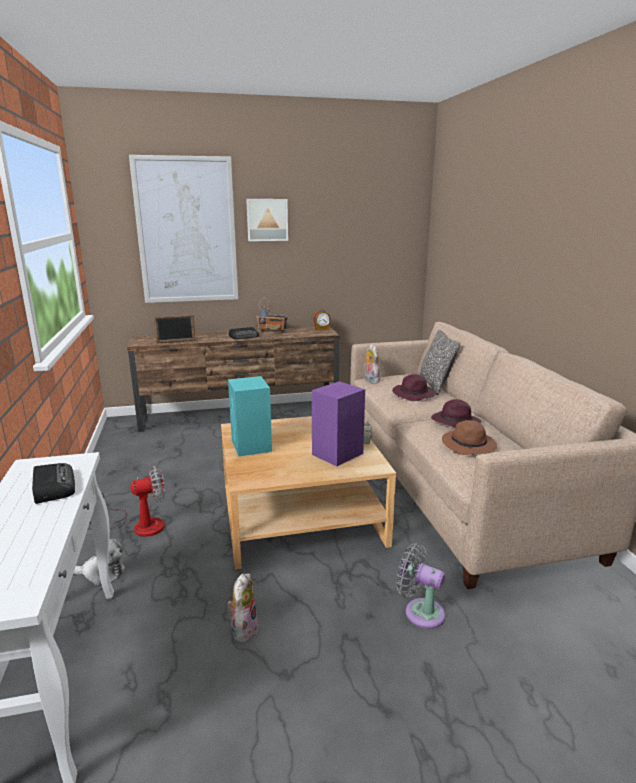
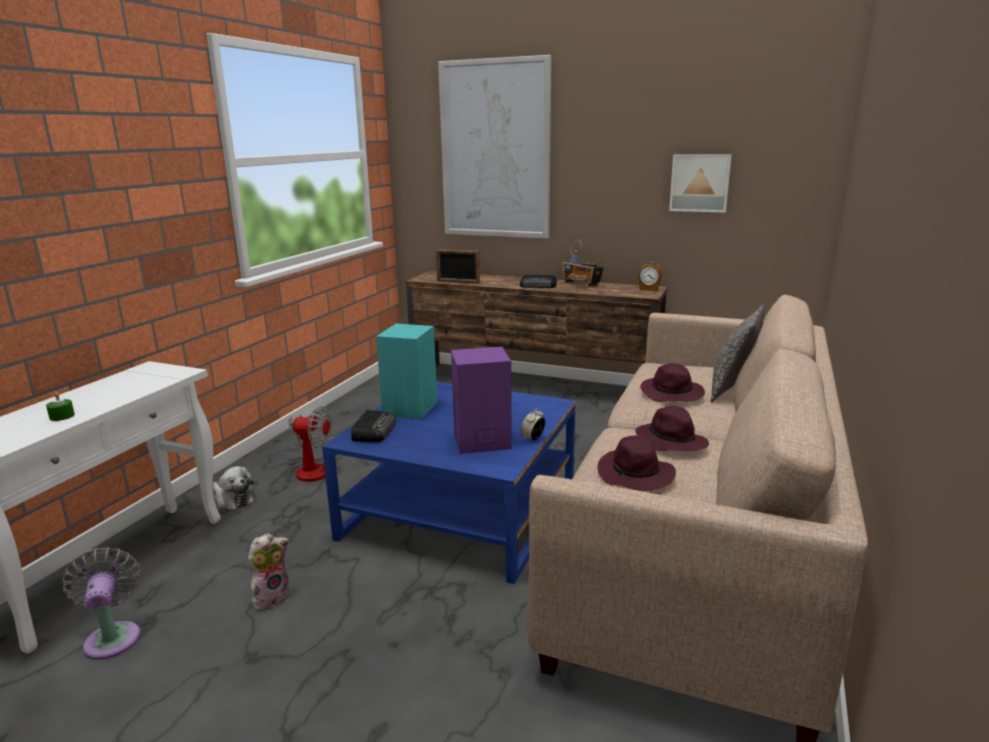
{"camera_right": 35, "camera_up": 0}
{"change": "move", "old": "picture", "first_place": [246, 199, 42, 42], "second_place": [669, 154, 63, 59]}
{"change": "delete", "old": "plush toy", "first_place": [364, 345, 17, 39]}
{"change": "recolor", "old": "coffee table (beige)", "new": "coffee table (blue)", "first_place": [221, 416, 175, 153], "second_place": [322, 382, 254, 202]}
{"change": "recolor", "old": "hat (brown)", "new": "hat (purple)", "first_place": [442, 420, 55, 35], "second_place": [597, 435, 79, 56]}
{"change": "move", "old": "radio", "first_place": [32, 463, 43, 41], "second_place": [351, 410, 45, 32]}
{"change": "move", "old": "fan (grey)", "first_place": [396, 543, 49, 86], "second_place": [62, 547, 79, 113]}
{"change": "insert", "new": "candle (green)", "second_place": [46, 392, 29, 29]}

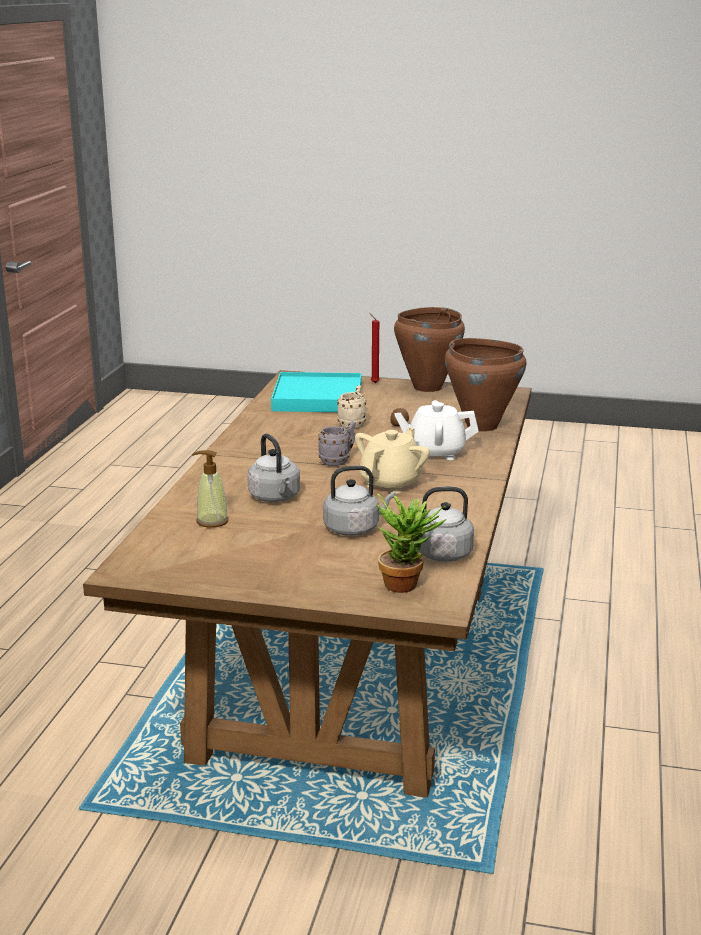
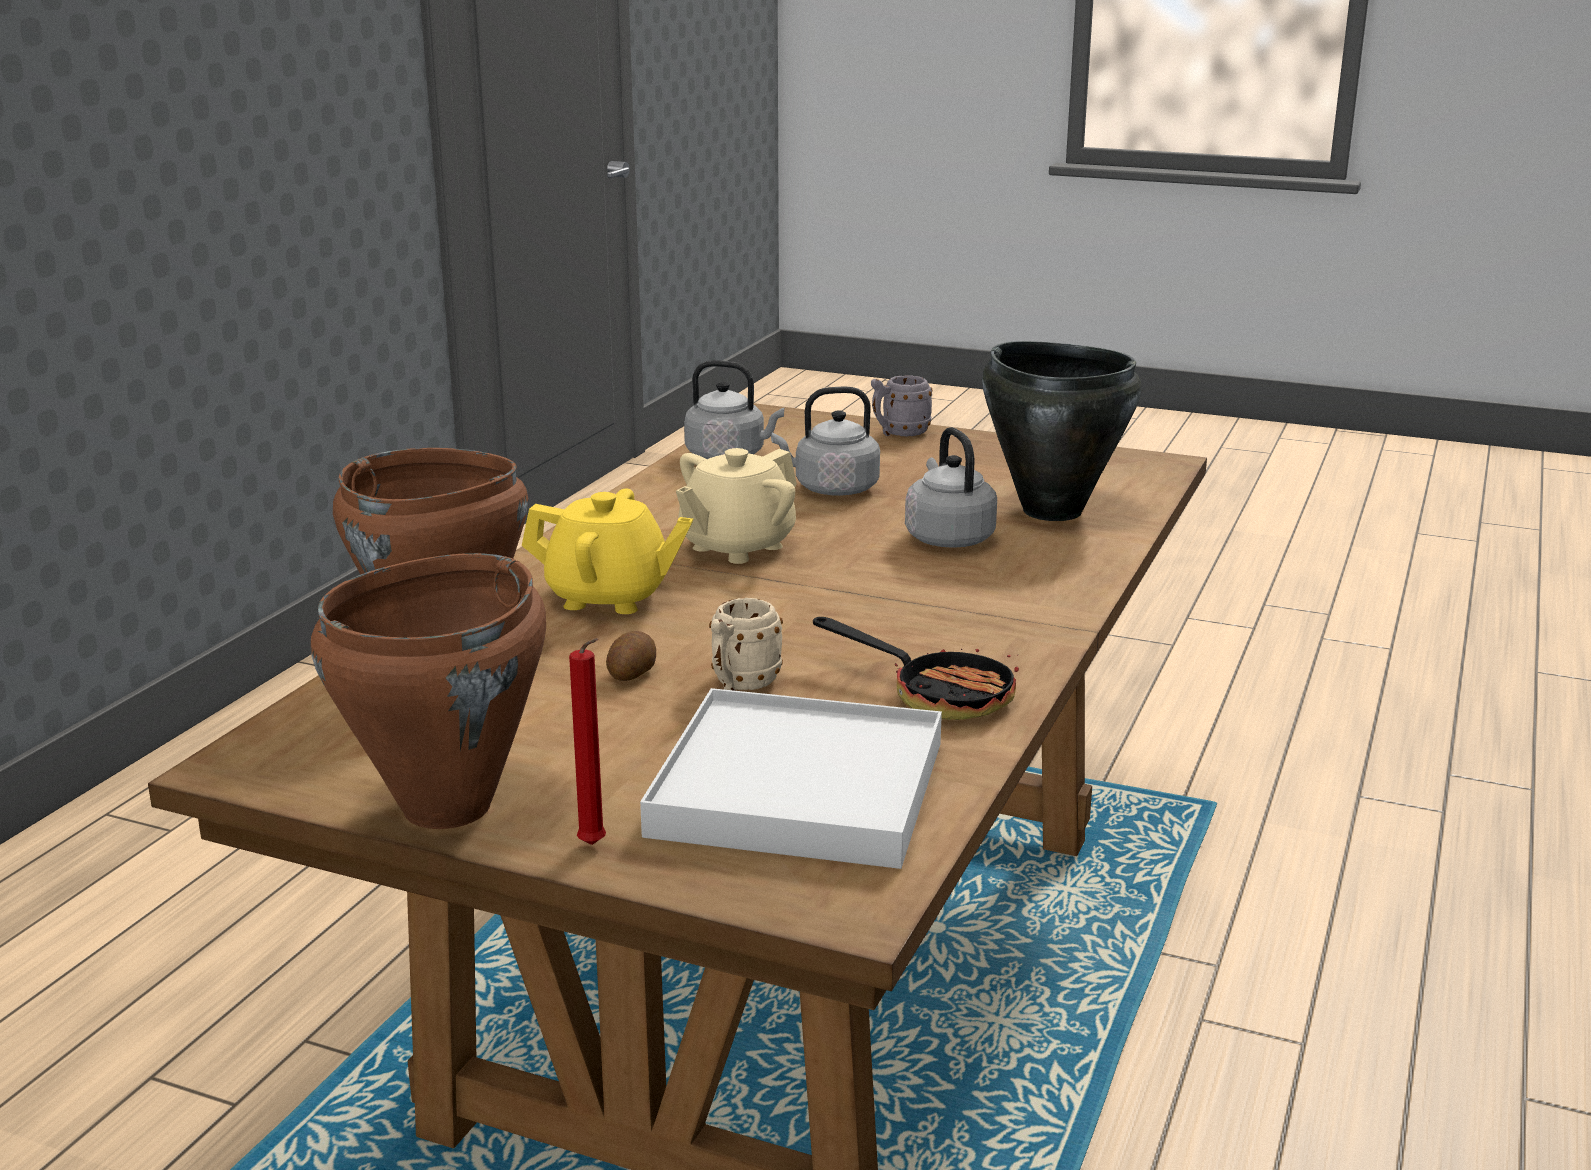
{"camera_right": -170, "camera_up": 0}
{"change": "recolor", "old": "tray (turquoise)", "new": "tray (white)", "first_place": [271, 372, 90, 40], "second_place": [640, 688, 302, 181]}
{"change": "recolor", "old": "teapot (white)", "new": "teapot (yellow)", "first_place": [394, 400, 85, 60], "second_place": [522, 488, 171, 126]}
{"change": "move", "old": "mug (grey)", "first_place": [318, 421, 38, 45], "second_place": [871, 375, 62, 61]}
{"change": "replace", "old": "soap dispenser", "new": "cooking pot (black)", "first_place": [192, 450, 36, 78], "second_place": [982, 341, 159, 180]}
{"change": "delete", "old": "potted plant", "first_place": [376, 494, 71, 99]}
{"change": "insert", "new": "frying pan", "second_place": [813, 617, 206, 103]}

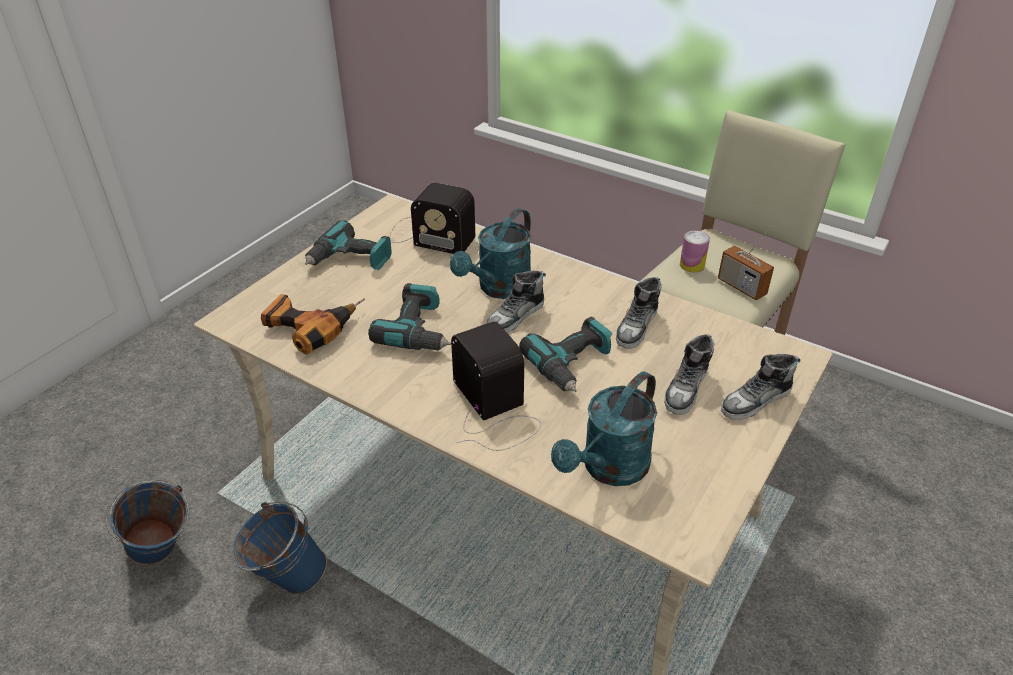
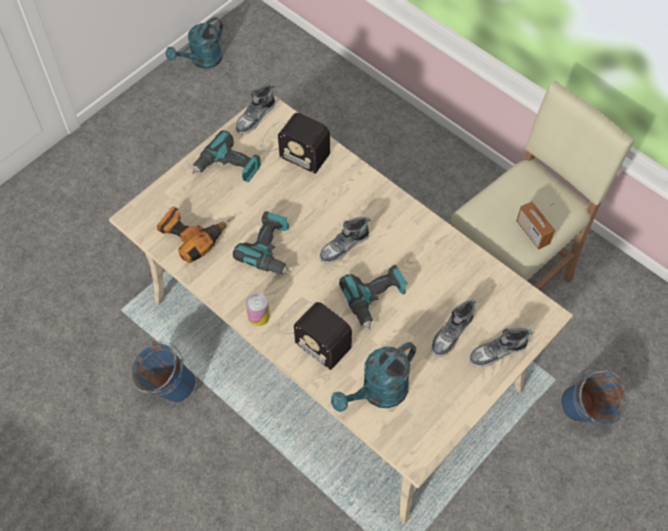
{"camera_right": 10, "camera_up": 20}
{"change": "move", "old": "watering can (turquoise)", "first_place": [450, 208, 81, 91], "second_place": [166, 17, 57, 52]}
{"change": "move", "old": "can", "first_place": [680, 231, 30, 42], "second_place": [246, 293, 24, 33]}
{"change": "move", "old": "shoe", "first_place": [616, 277, 46, 72], "second_place": [236, 84, 39, 51]}
{"change": "rotate", "old": "radio", "first_place": [451, 321, 90, 130], "second_place": [277, 299, 75, 71], "degrees": 150}
{"change": "move", "old": "bucket (blue)", "first_place": [105, 479, 84, 86], "second_place": [560, 369, 67, 56]}

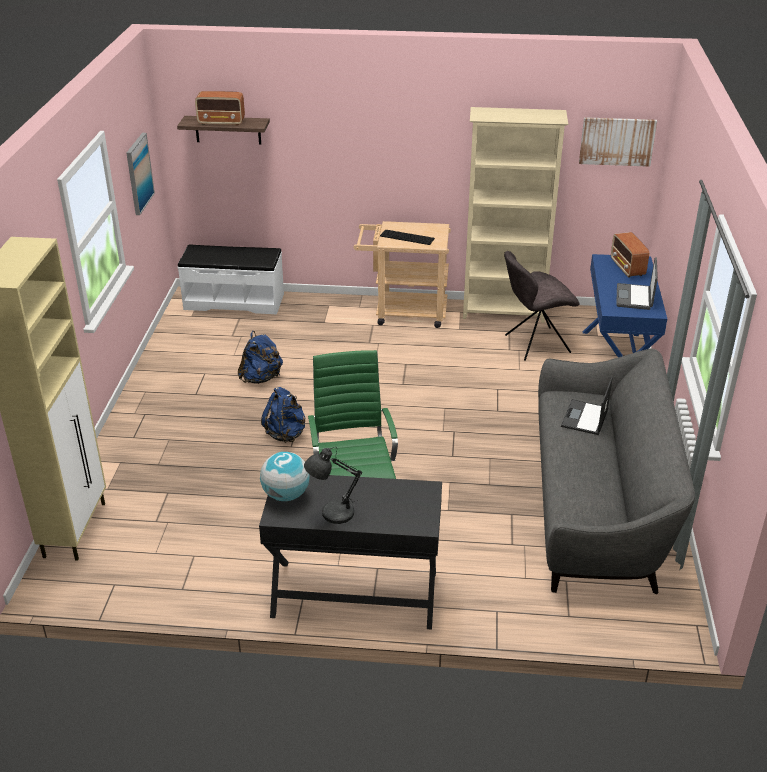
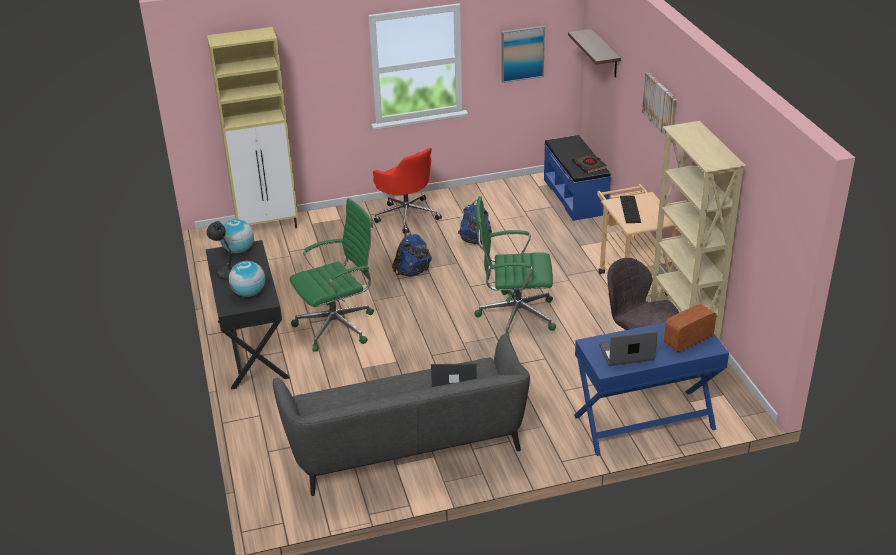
{"camera_right": 70, "camera_up": 0}
{"change": "delete", "old": "radio", "first_place": [195, 91, 50, 34]}
{"change": "move", "old": "picture", "first_place": [579, 117, 78, 50], "second_place": [642, 72, 35, 69]}
{"change": "recolor", "old": "bench (white)", "new": "bench (blue)", "first_place": [178, 244, 106, 71], "second_place": [544, 135, 67, 86]}
{"change": "insert", "new": "office chair (red)", "second_place": [373, 148, 69, 86]}
{"change": "insert", "new": "book (black)", "second_place": [572, 153, 35, 21]}
{"change": "insert", "new": "office chair (green)", "second_place": [474, 196, 82, 141]}
{"change": "insert", "new": "globe", "second_place": [229, 261, 36, 36]}

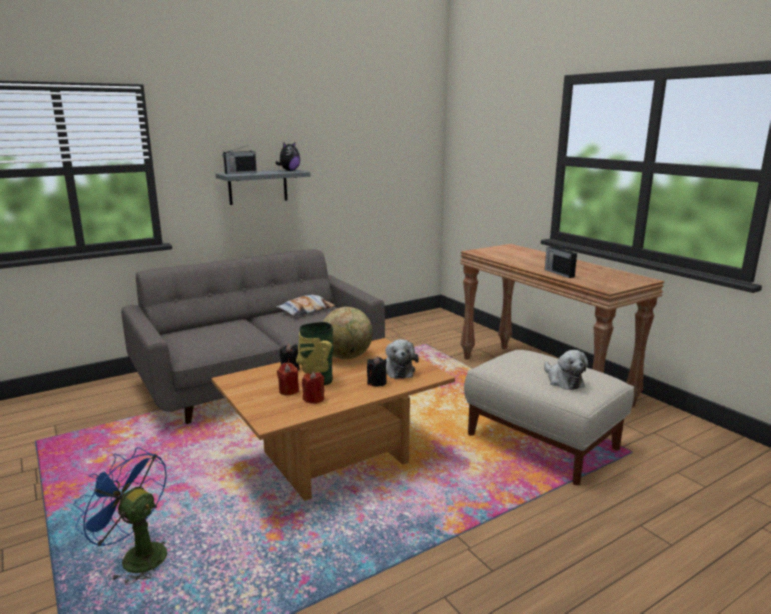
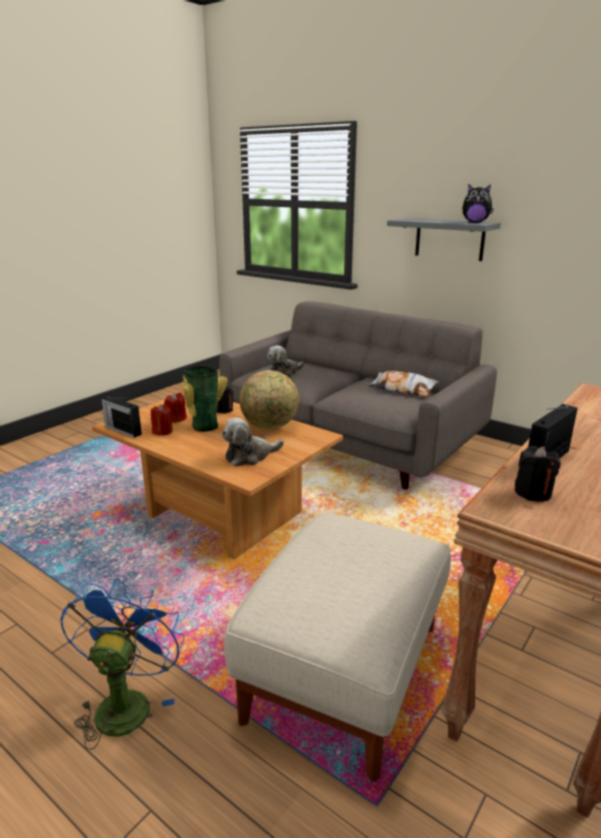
{"camera_right": 70, "camera_up": 5}
{"change": "move", "old": "radio", "first_place": [223, 145, 34, 29], "second_place": [102, 396, 40, 42]}
{"change": "move", "old": "plush toy", "first_place": [544, 350, 44, 40], "second_place": [268, 345, 36, 32]}
{"change": "move", "old": "candle (black)", "first_place": [367, 356, 20, 31], "second_place": [515, 446, 46, 56]}
{"change": "move", "old": "fan (blue)", "first_place": [73, 447, 94, 138], "second_place": [60, 579, 124, 171]}

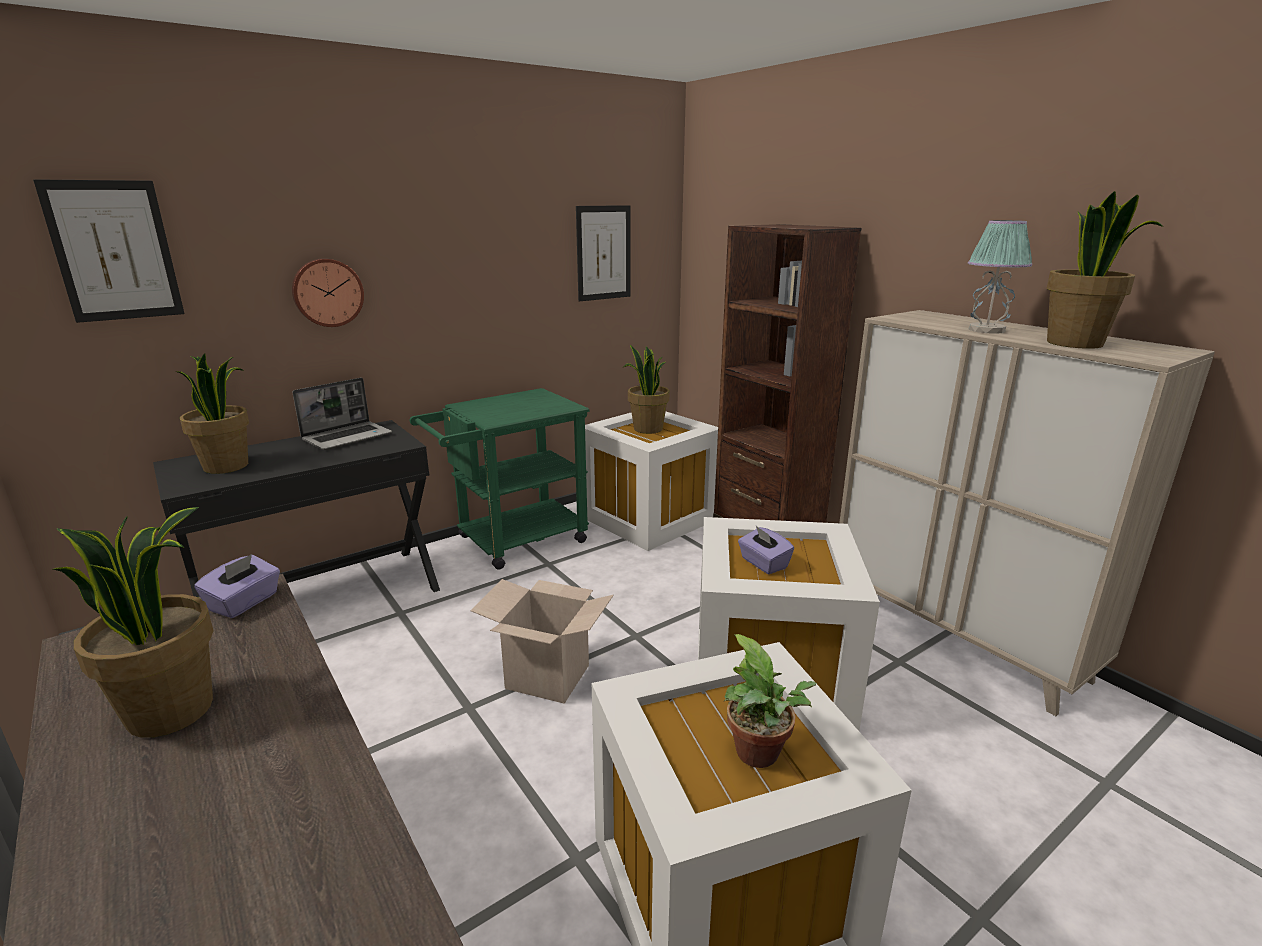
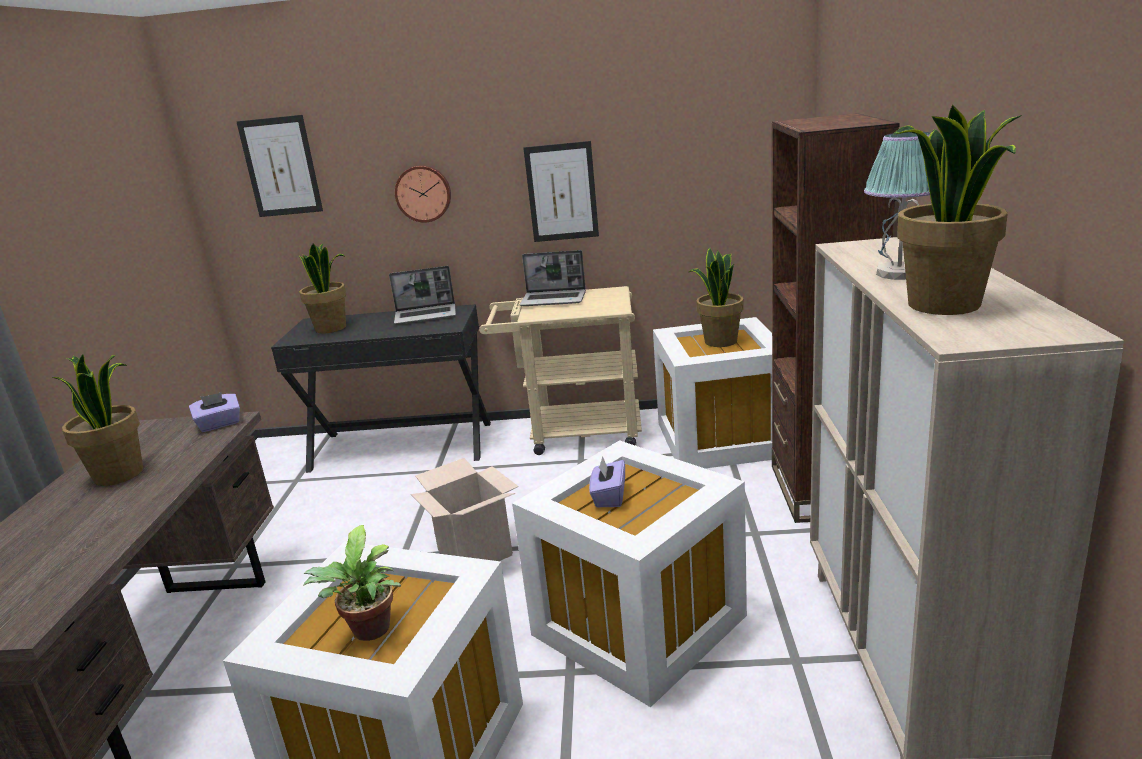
{"camera_right": 40, "camera_up": 0}
{"change": "move", "old": "picture", "first_place": [576, 205, 55, 96], "second_place": [523, 141, 76, 101]}
{"change": "recolor", "old": "cart (green)", "new": "cart (beige)", "first_place": [410, 388, 180, 182], "second_place": [479, 286, 163, 169]}
{"change": "insert", "new": "laptop", "second_place": [520, 250, 66, 56]}

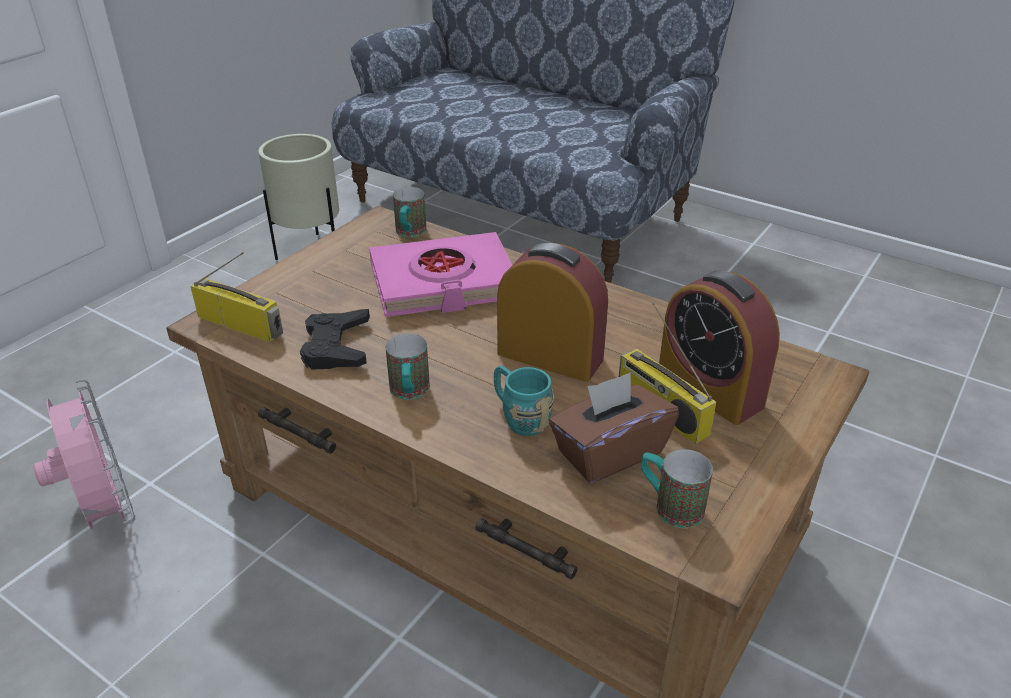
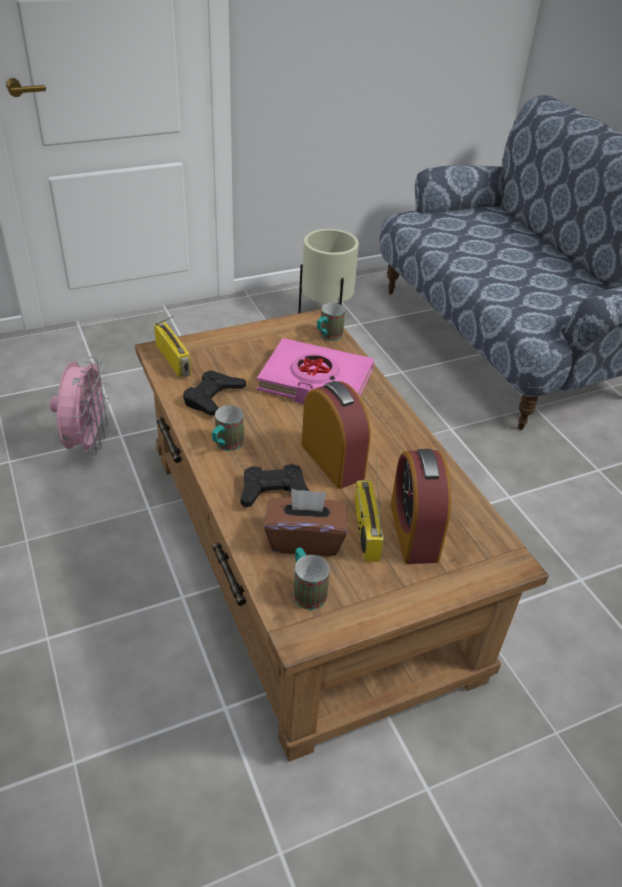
{"camera_right": 30, "camera_up": 5}
{"change": "replace", "old": "mug (turquoise)", "new": "game controller (black)", "first_place": [494, 366, 60, 70], "second_place": [240, 464, 69, 43]}

